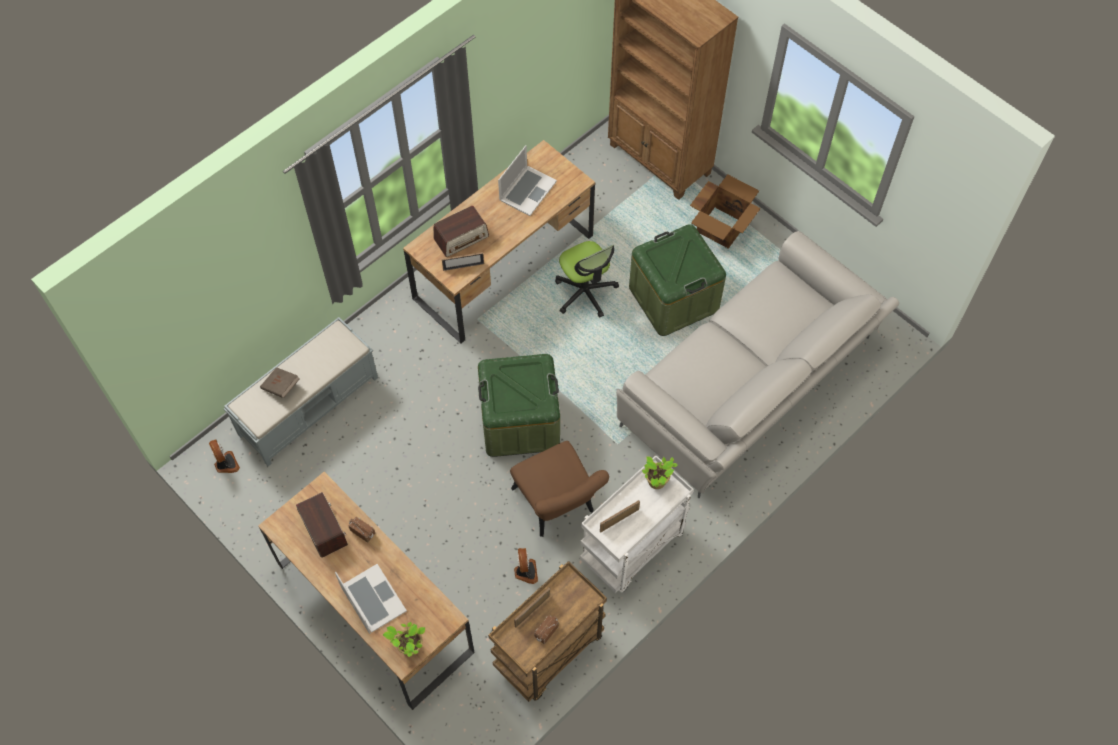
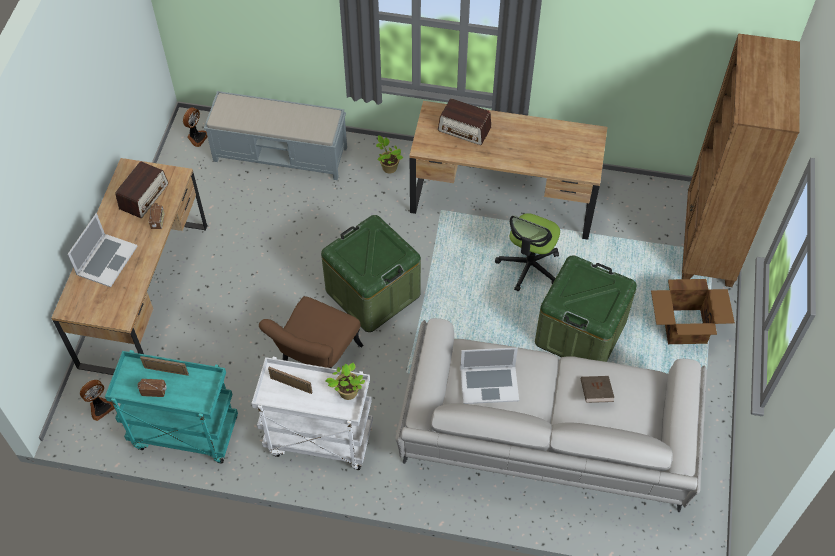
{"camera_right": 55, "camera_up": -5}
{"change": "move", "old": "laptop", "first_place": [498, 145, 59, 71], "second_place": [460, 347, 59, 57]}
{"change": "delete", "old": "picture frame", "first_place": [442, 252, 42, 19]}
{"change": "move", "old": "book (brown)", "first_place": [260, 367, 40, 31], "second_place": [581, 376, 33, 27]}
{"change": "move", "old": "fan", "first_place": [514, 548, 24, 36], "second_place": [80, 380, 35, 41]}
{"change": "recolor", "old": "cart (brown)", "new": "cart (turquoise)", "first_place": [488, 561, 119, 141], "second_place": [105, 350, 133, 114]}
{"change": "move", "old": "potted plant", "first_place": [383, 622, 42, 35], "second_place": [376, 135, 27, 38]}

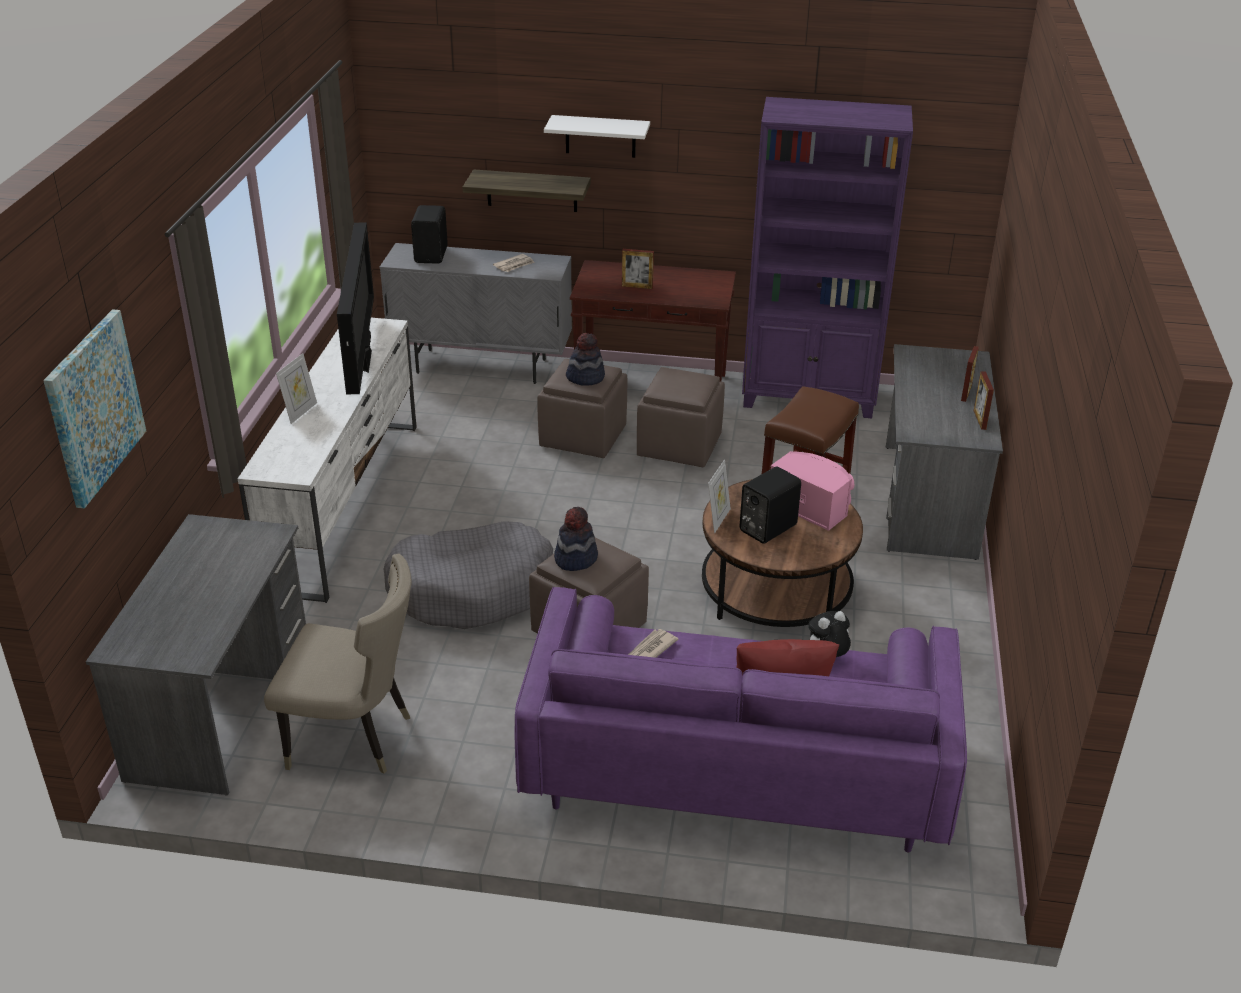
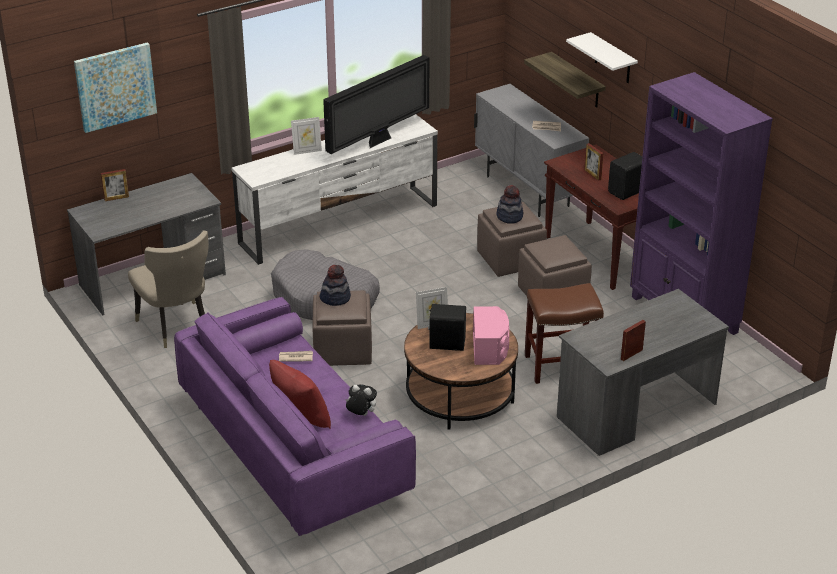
{"camera_right": 50, "camera_up": 0}
{"change": "move", "old": "speaker (black)", "first_place": [411, 205, 37, 59], "second_place": [608, 152, 35, 48]}
{"change": "move", "old": "picture frame", "first_place": [961, 346, 18, 56], "second_place": [101, 169, 28, 32]}

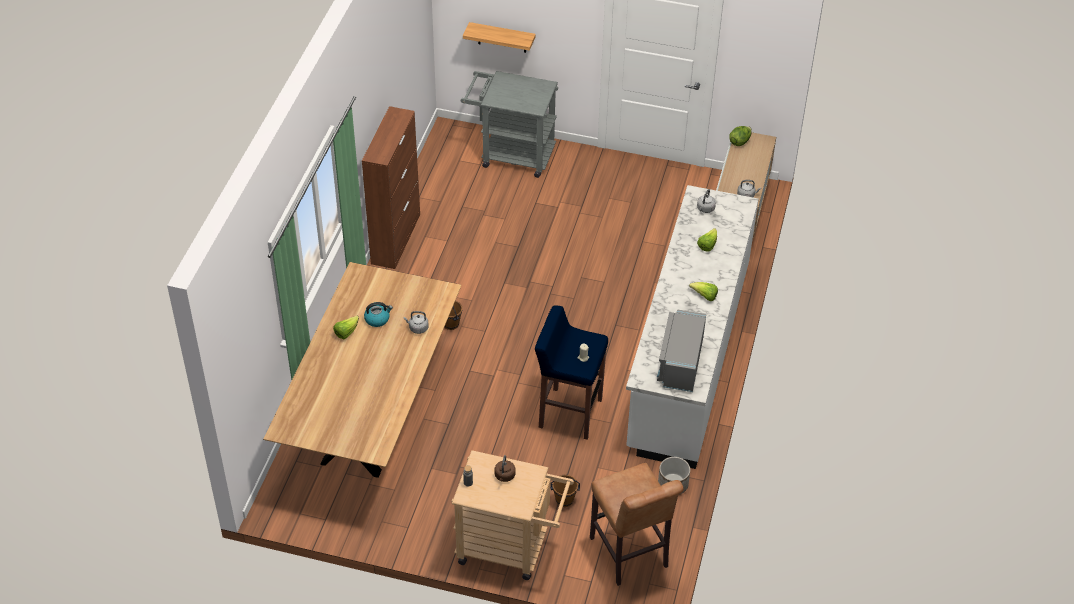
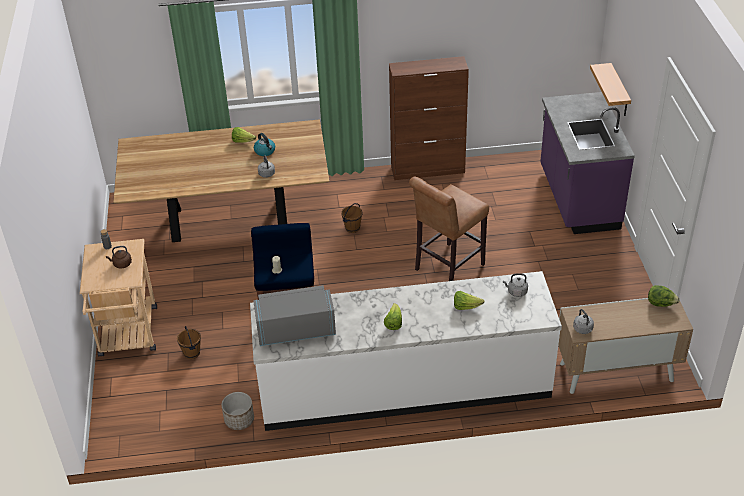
{"camera_right": 70, "camera_up": -5}
{"change": "replace", "old": "cart (grey)", "new": "counter (purple)", "first_place": [461, 71, 97, 107], "second_place": [540, 92, 95, 142]}
{"change": "move", "old": "stool (brown)", "first_place": [590, 463, 94, 123], "second_place": [409, 176, 80, 105]}

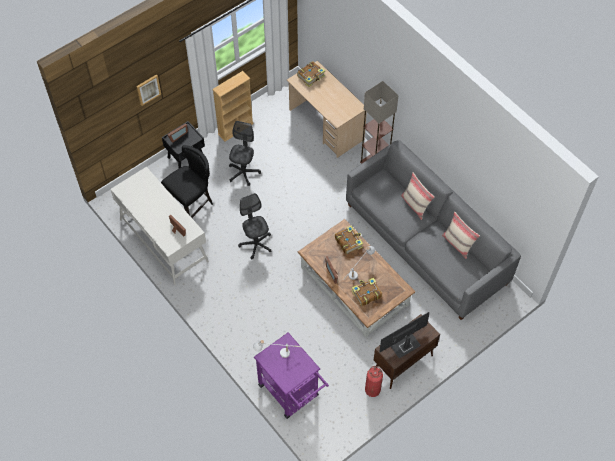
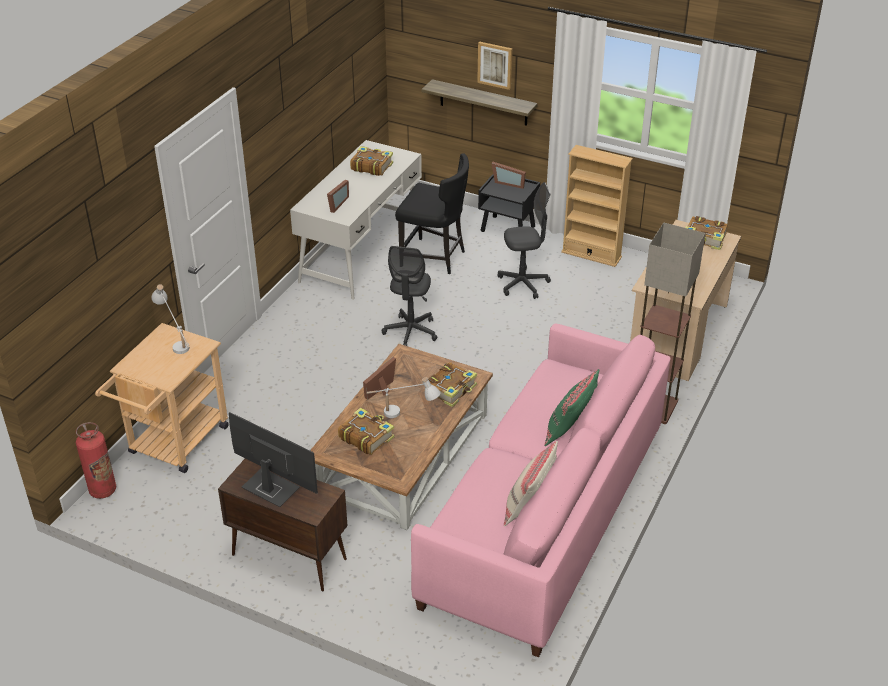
{"camera_right": 65, "camera_up": -20}
{"change": "recolor", "old": "sofa (grey)", "new": "sofa (pink)", "first_place": [346, 140, 175, 180], "second_place": [411, 323, 260, 334]}
{"change": "recolor", "old": "pillow (beige)", "new": "pillow (green)", "first_place": [401, 173, 34, 47], "second_place": [544, 369, 55, 77]}
{"change": "rotate", "old": "office chair (grey)", "first_place": [238, 193, 33, 67], "second_place": [382, 246, 55, 100], "degrees": 150}
{"change": "recolor", "old": "cart (purple)", "new": "cart (beige)", "first_place": [254, 333, 75, 86], "second_place": [95, 323, 134, 150]}
{"change": "move", "old": "fire extinguisher", "first_place": [365, 366, 18, 31], "second_place": [76, 422, 40, 77]}
{"change": "insert", "new": "shelf", "second_place": [421, 79, 117, 47]}
{"change": "insert", "new": "book", "second_place": [350, 146, 43, 30]}

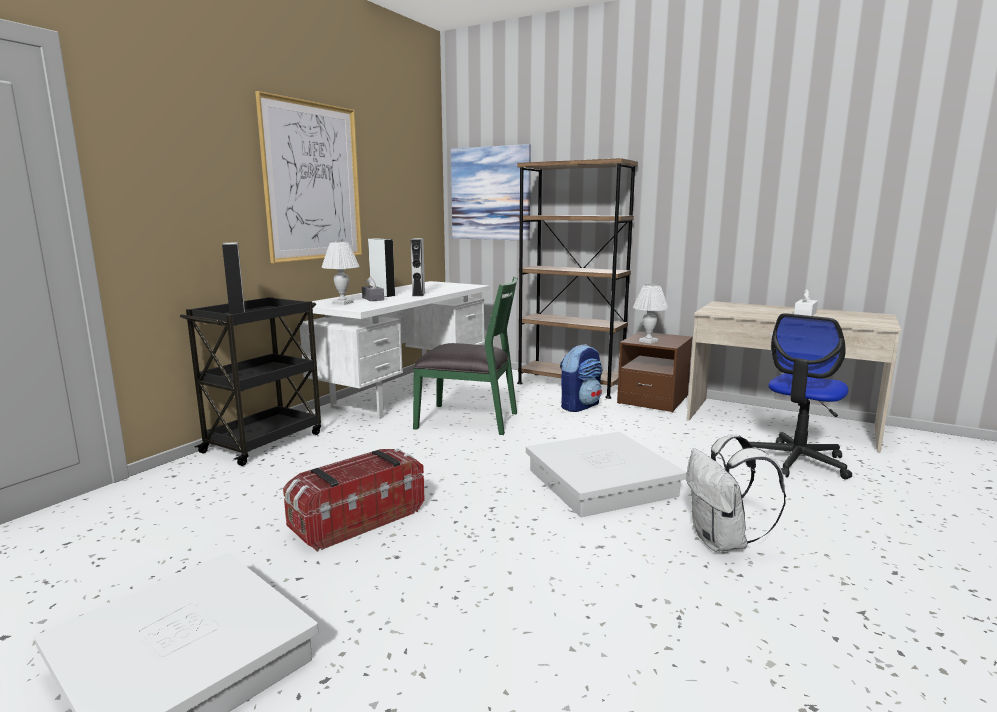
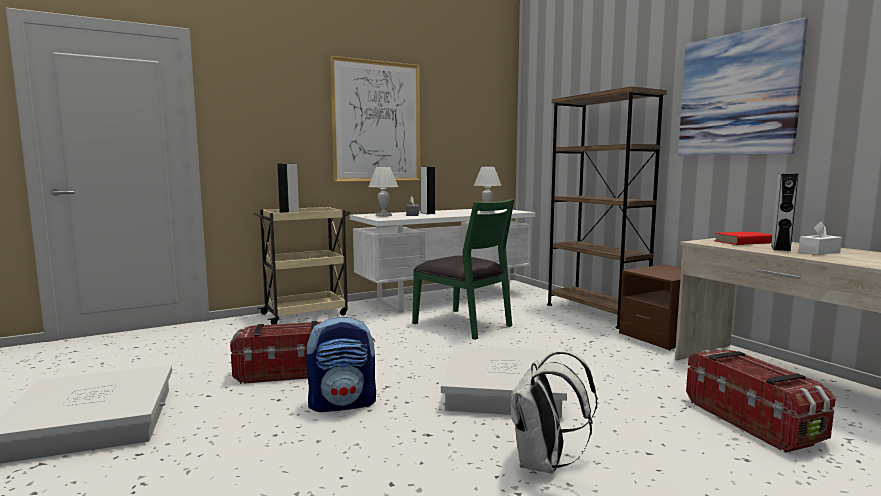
{"camera_right": 30, "camera_up": -5}
{"change": "move", "old": "picture", "first_place": [451, 144, 80, 97], "second_place": [678, 18, 130, 138]}
{"change": "move", "old": "speaker (grey)", "first_place": [410, 238, 15, 58], "second_place": [771, 173, 27, 78]}
{"change": "move", "old": "table lamp (white)", "first_place": [633, 284, 36, 60], "second_place": [474, 167, 28, 46]}
{"change": "recolor", "old": "cart (black)", "new": "cart (beige)", "first_place": [180, 297, 141, 169], "second_place": [253, 207, 98, 118]}
{"change": "replace", "old": "office chair", "new": "storage box", "first_place": [750, 313, 102, 167], "second_place": [686, 348, 150, 105]}
{"change": "move", "old": "backpack", "first_place": [560, 344, 43, 68], "second_place": [306, 316, 70, 96]}
{"change": "insert", "new": "book (red)", "second_place": [714, 231, 58, 14]}

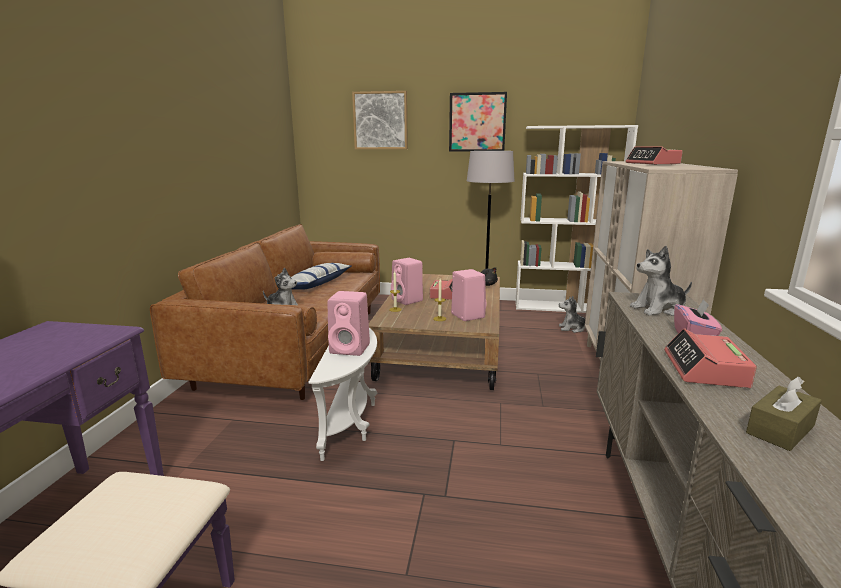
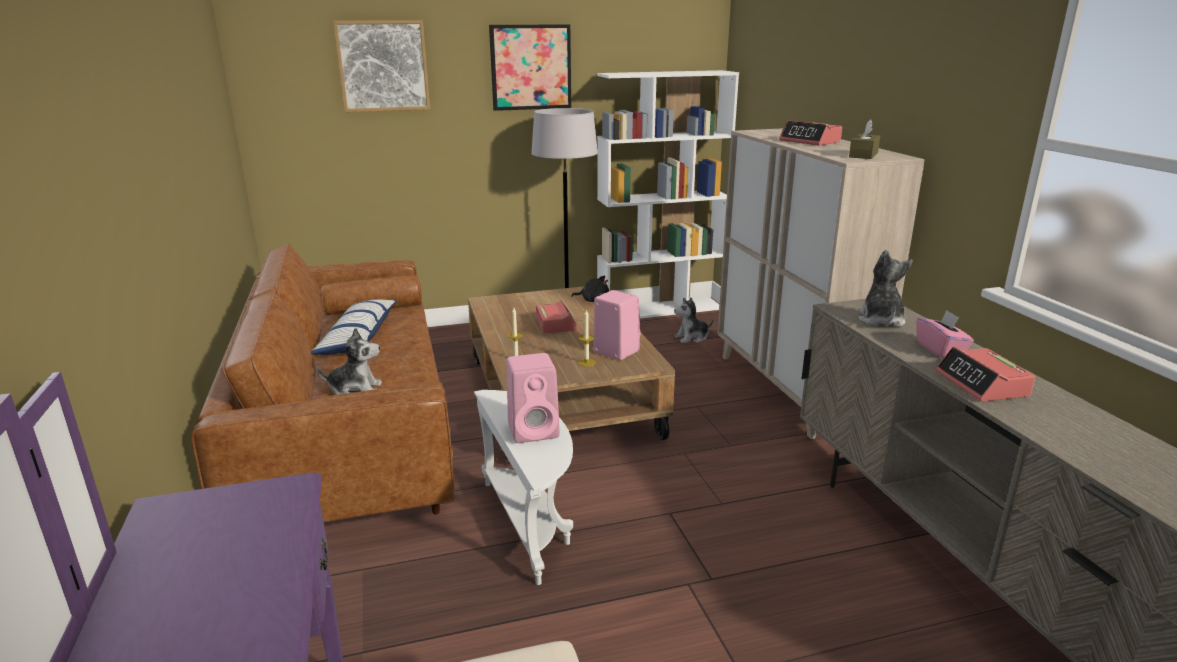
{"camera_right": -25, "camera_up": 5}
{"change": "rotate", "old": "plush toy", "first_place": [630, 246, 62, 70], "second_place": [858, 250, 55, 77], "degrees": 135}
{"change": "delete", "old": "speaker (pink)", "first_place": [391, 258, 32, 47]}
{"change": "move", "old": "tissue box (brown)", "first_place": [746, 377, 76, 74], "second_place": [849, 120, 31, 39]}

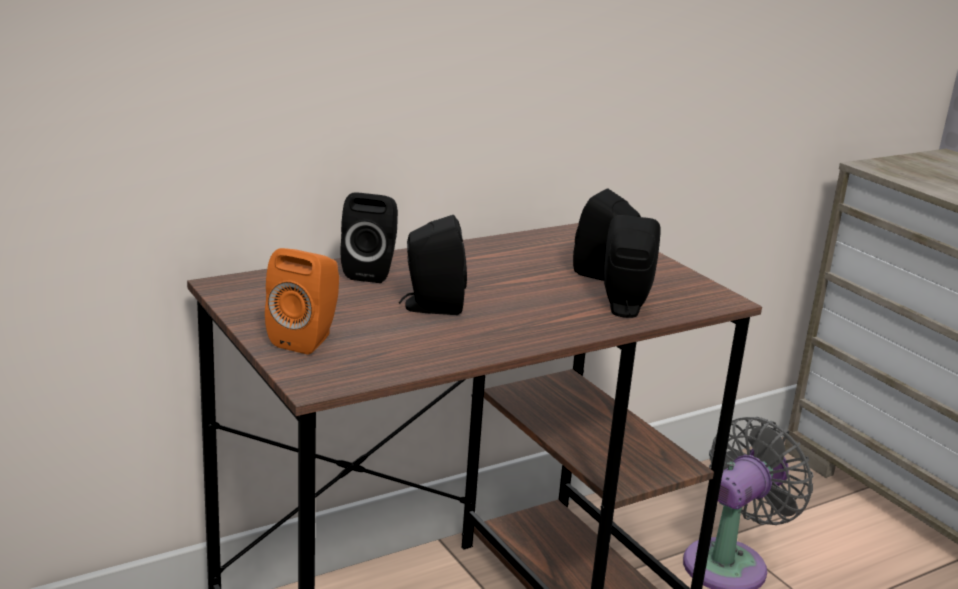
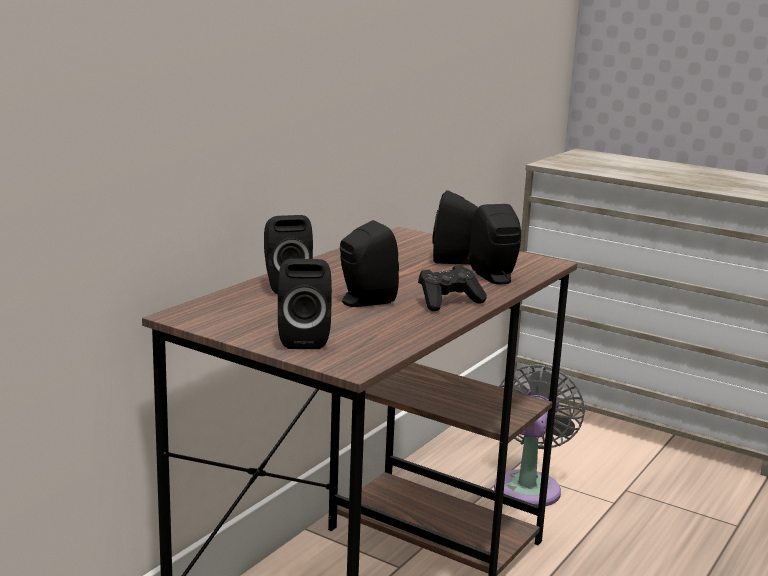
{"camera_right": -25, "camera_up": -5}
{"change": "recolor", "old": "speaker (orange)", "new": "speaker (black)", "first_place": [265, 248, 74, 107], "second_place": [278, 259, 54, 90]}
{"change": "insert", "new": "game controller (black)", "second_place": [418, 265, 69, 46]}

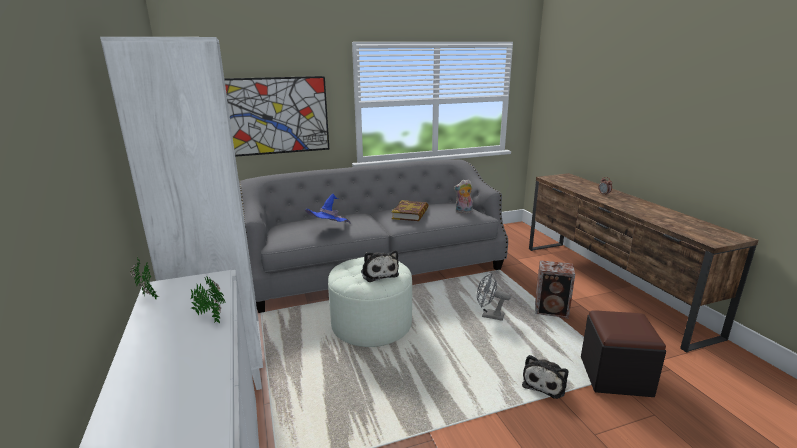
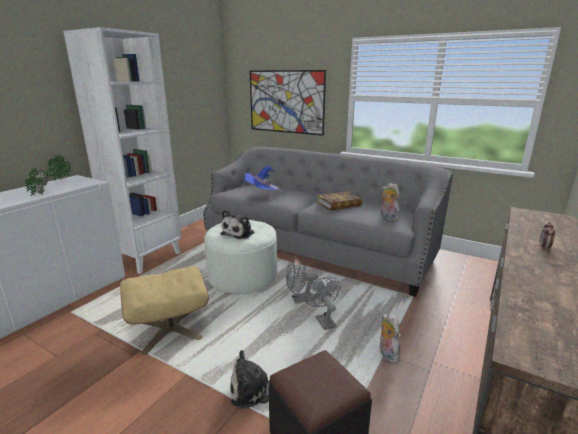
{"camera_right": 50, "camera_up": 0}
{"change": "replace", "old": "speaker", "new": "plush toy", "first_place": [535, 260, 40, 59], "second_place": [380, 313, 20, 50]}
{"change": "insert", "new": "fan (grey)", "second_place": [286, 259, 32, 44]}
{"change": "insert", "new": "ottoman (beige)", "second_place": [120, 266, 89, 89]}

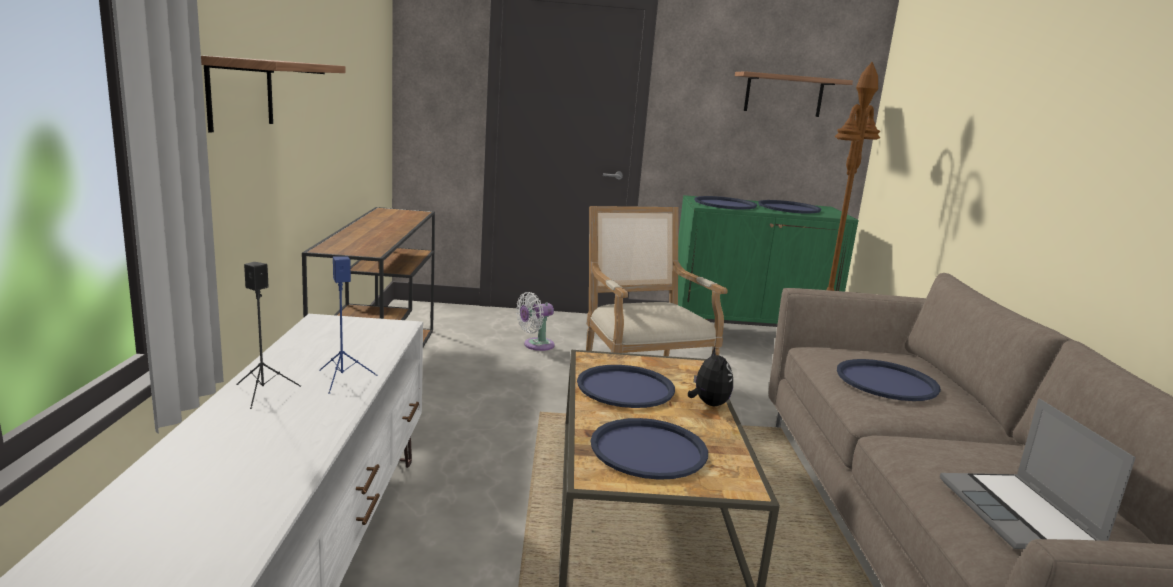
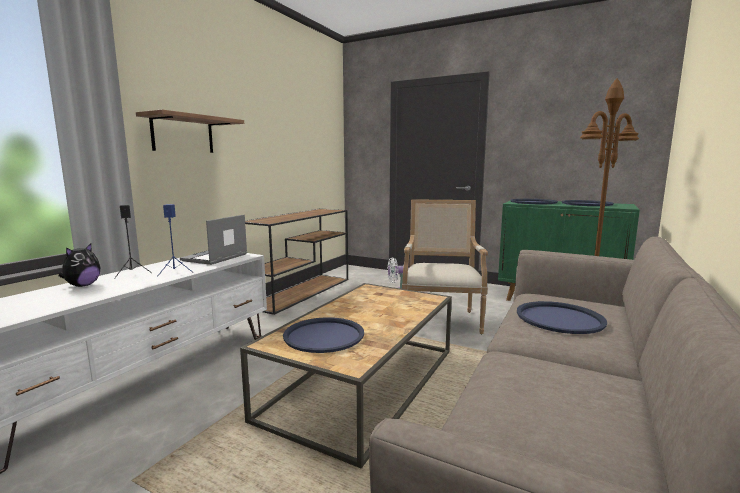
{"camera_right": 30, "camera_up": -5}
{"change": "delete", "old": "shelf", "first_place": [735, 71, 118, 46]}
{"change": "move", "old": "plush toy", "first_place": [688, 347, 45, 59], "second_place": [59, 244, 42, 43]}
{"change": "delete", "old": "tray (blue)", "first_place": [577, 365, 98, 43]}
{"change": "move", "old": "laptop", "first_place": [940, 398, 196, 151], "second_place": [180, 215, 67, 50]}

